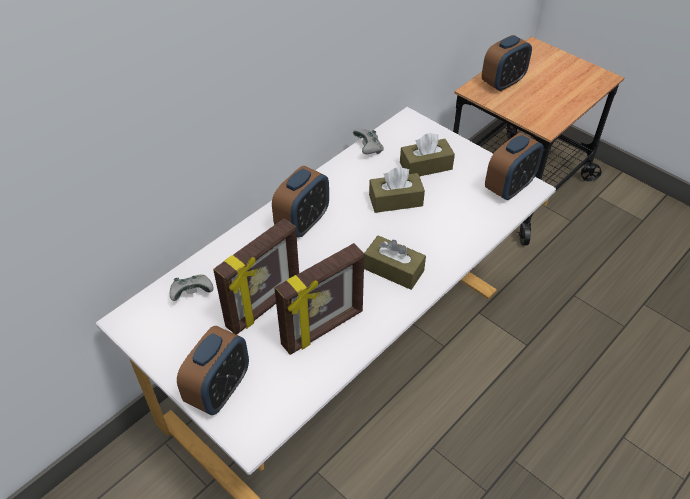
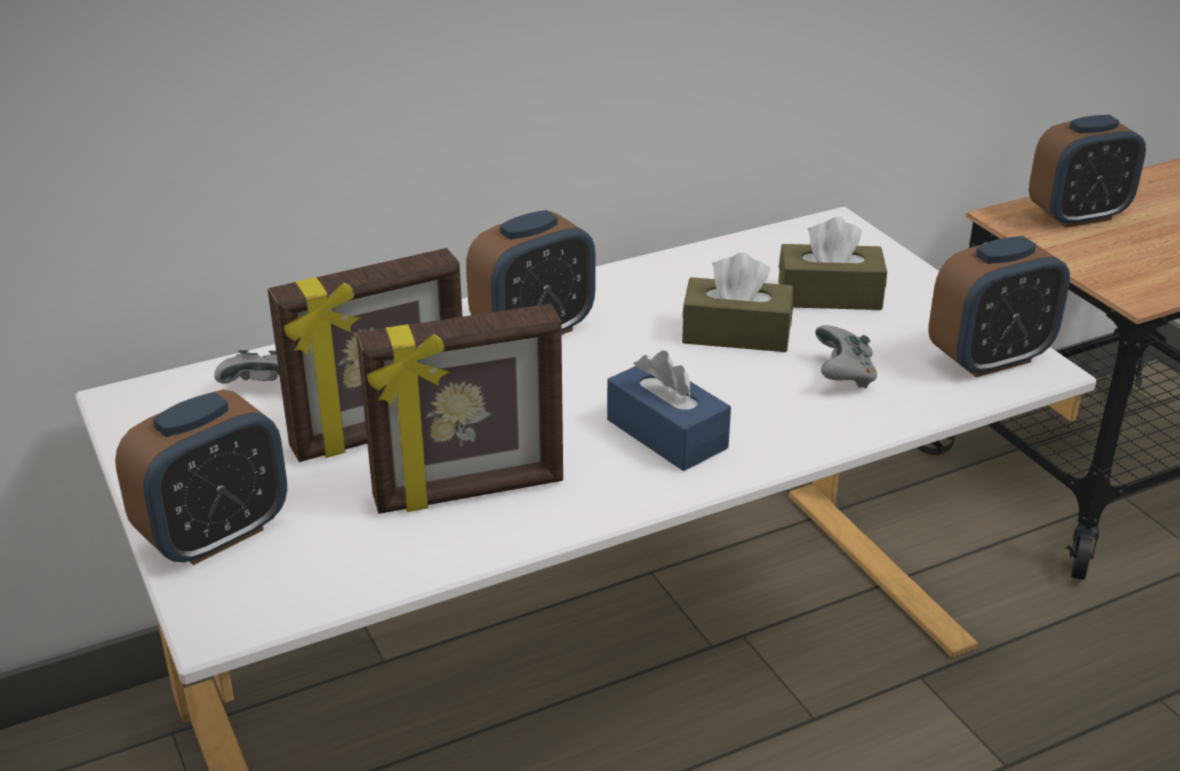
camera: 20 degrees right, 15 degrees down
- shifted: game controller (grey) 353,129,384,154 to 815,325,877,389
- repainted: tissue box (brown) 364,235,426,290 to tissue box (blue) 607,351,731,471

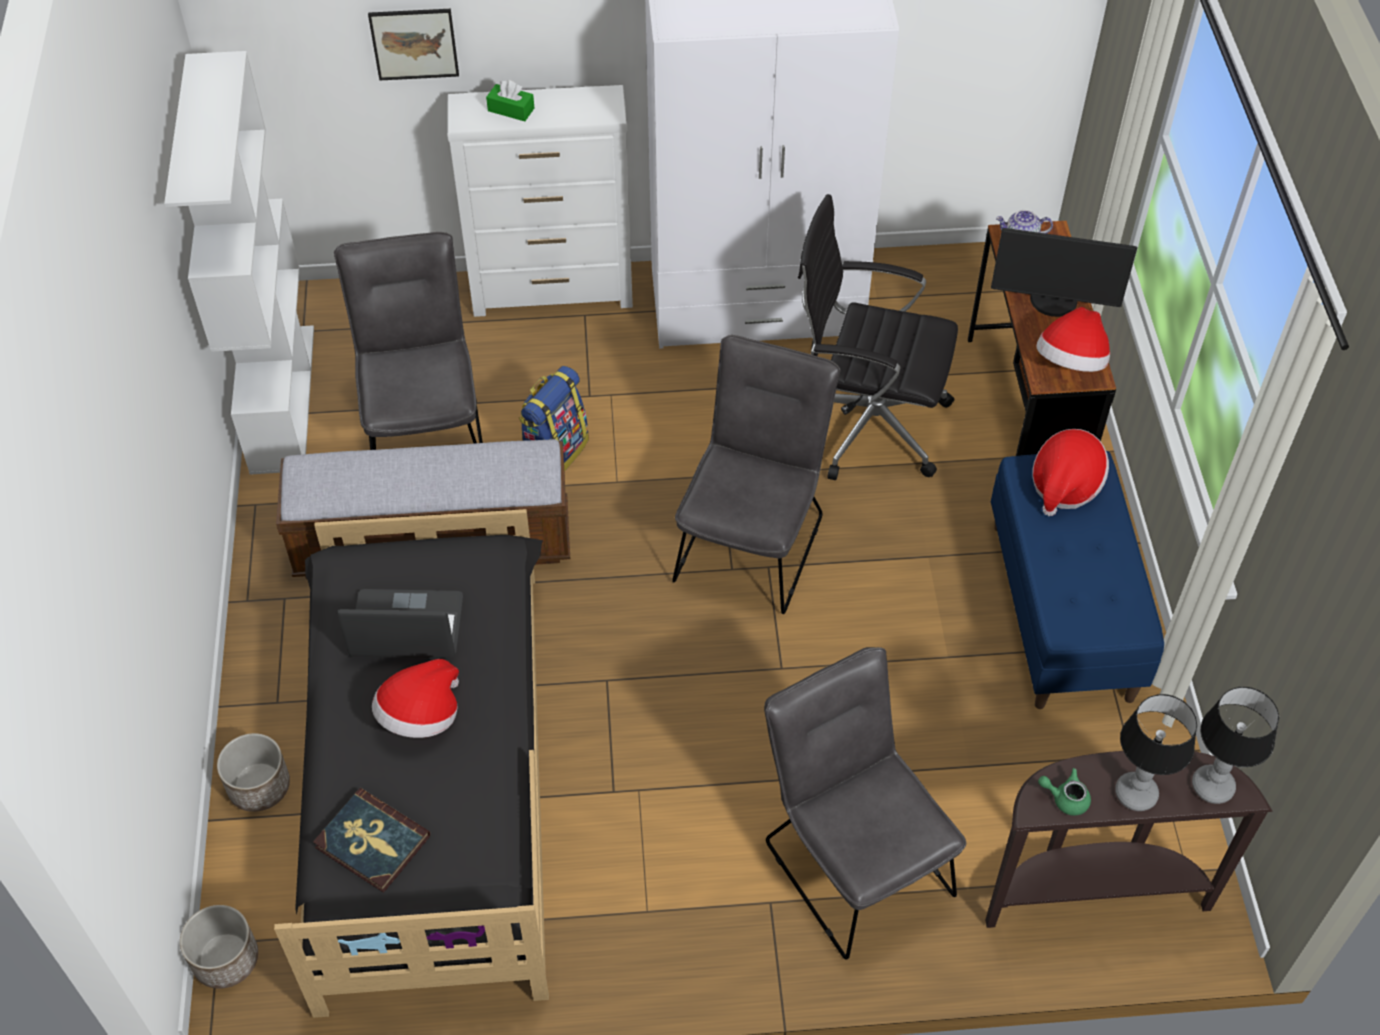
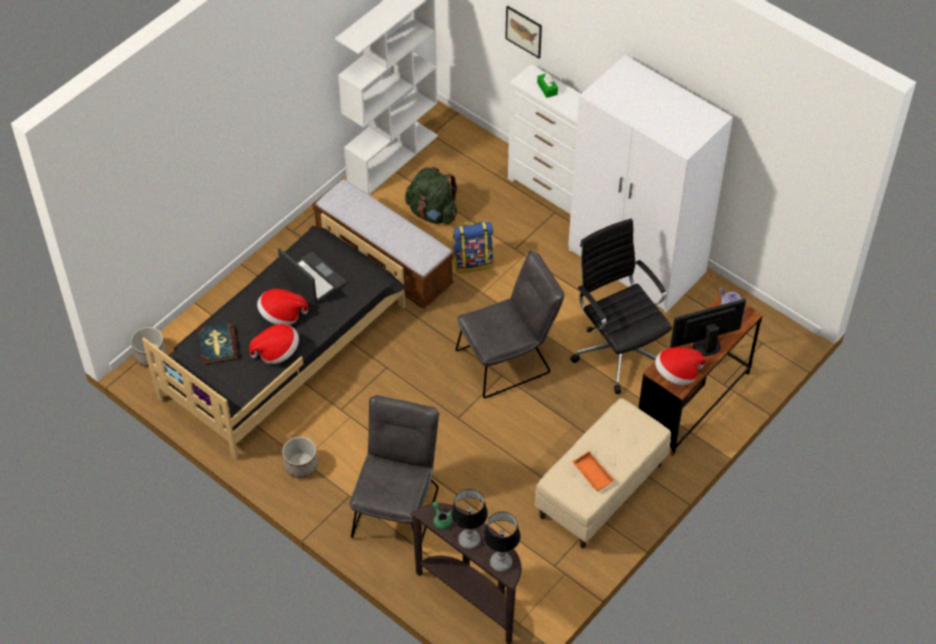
camera: 45 degrees right, 0 degrees up
- new: tray (orange) 572,451,615,491
- shifted: planter 217,733,290,812 to 282,437,318,478
- shifted: hat 1032,429,1109,516 to 249,324,299,364
- swapped: chair (grey) 334,232,483,450 to backpack (green) 405,167,458,224
- repainted: bench (blue) 991,451,1164,709 to bench (beige) 535,398,671,548
- rotated: monitor 991,228,1137,317 = 670,299,746,356 105 degrees clockwise

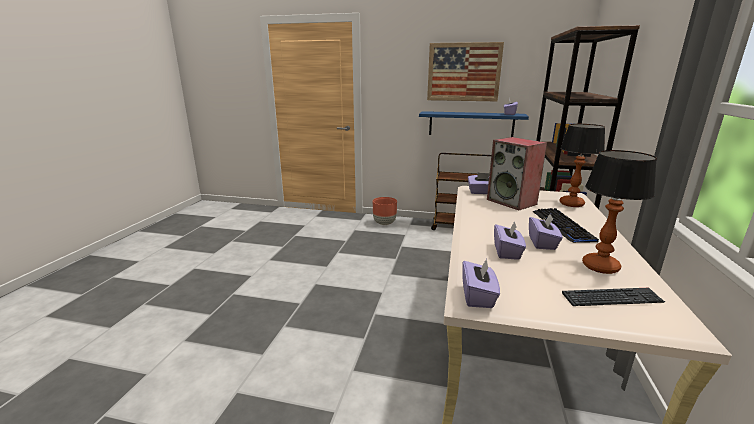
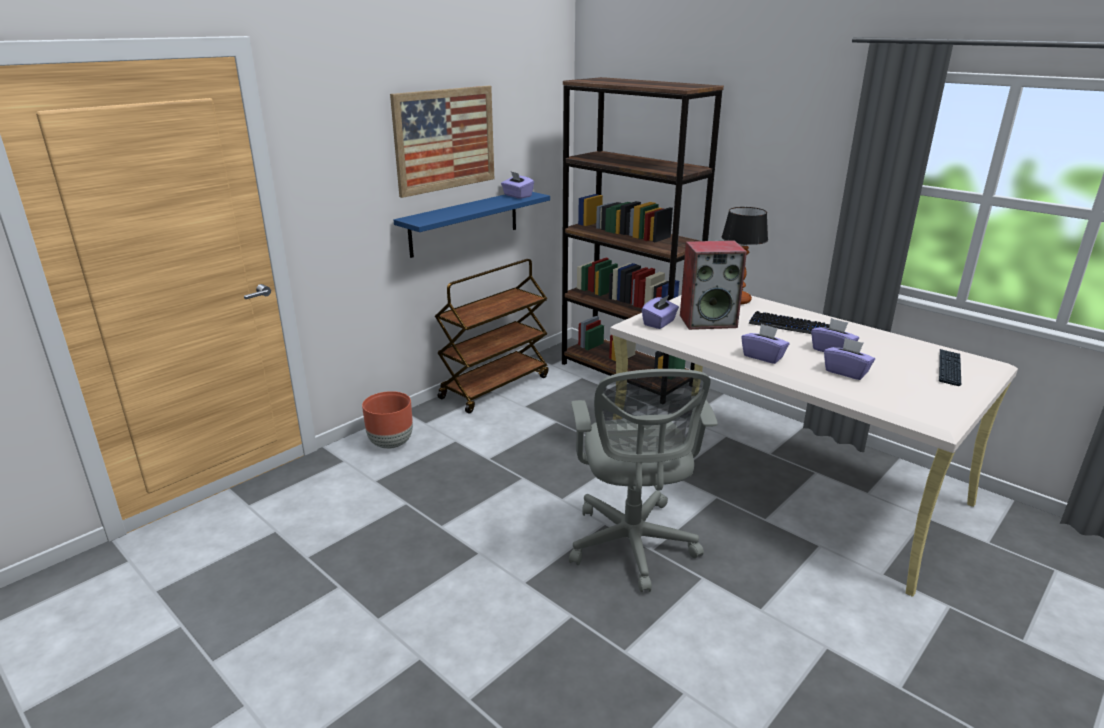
camera: 60 degrees left, 5 degrees up
- gone: table lamp 582,150,657,274
- new: office chair (grey) 569,369,718,592
- shifted: tissue box (purple) 462,258,500,308 to 741,324,789,364

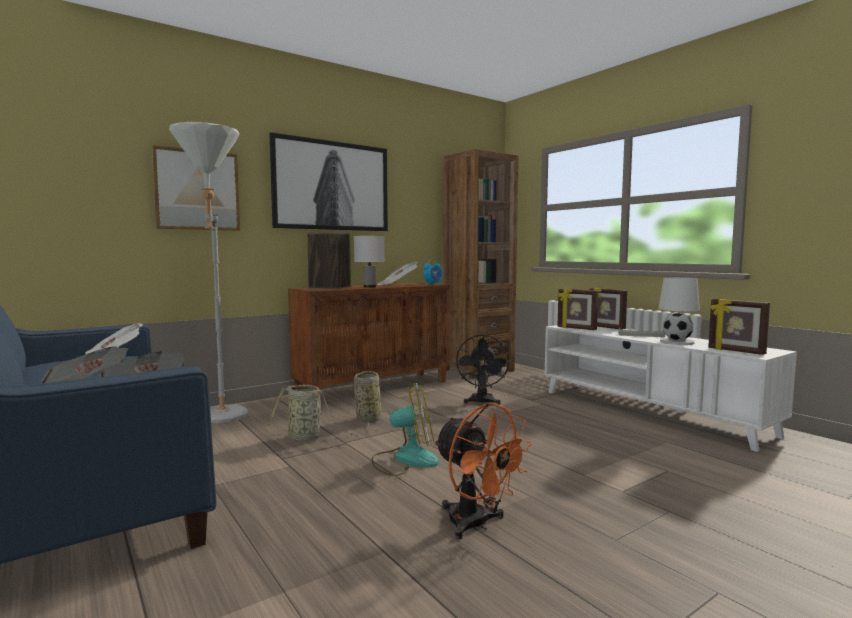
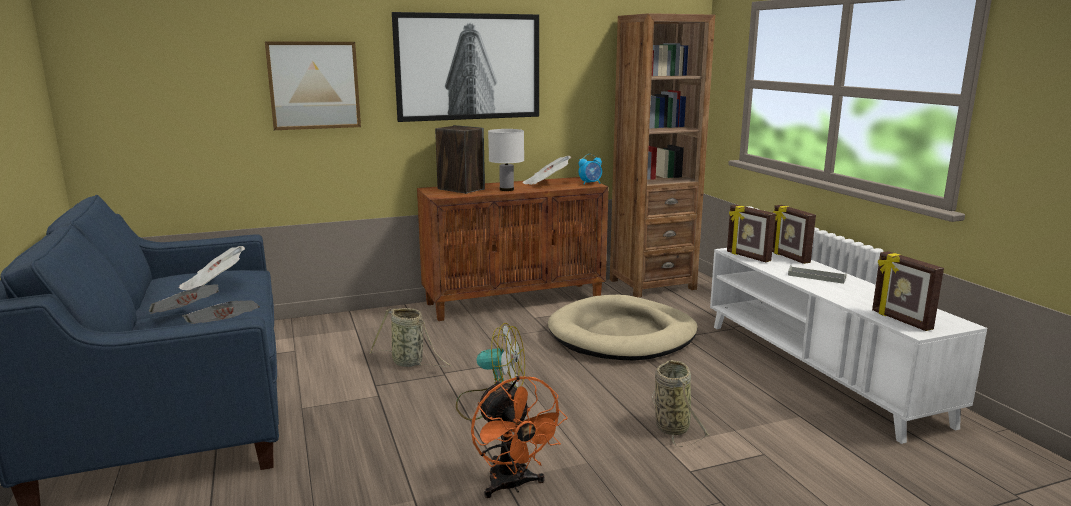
camera: 15 degrees right, 10 degrees up
- gone: floor lamp (grey) 169,122,248,423
- gone: table lamp (white) 658,277,700,345
- shifted: basket 354,371,391,427 to 652,360,710,447
- swapped: fan (black) 456,334,509,405 to dog bed (beige) 548,295,698,361

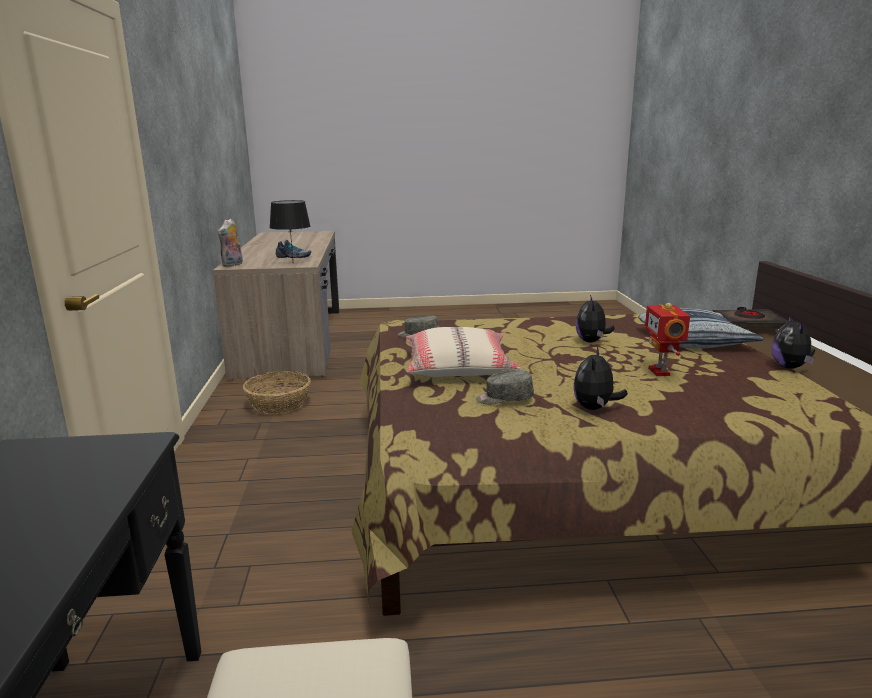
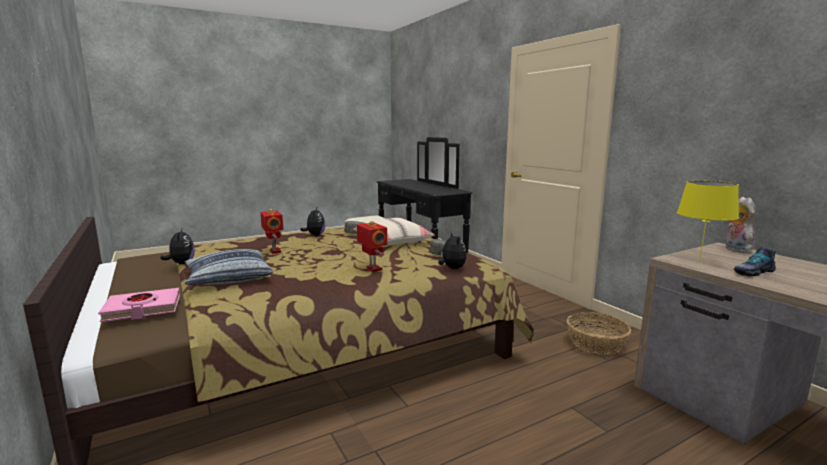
camera: 155 degrees right, 5 degrees down
- new: toy robot 357,221,387,272
- shifted: plush toy 575,295,614,342 to 438,233,467,269
- repainted: table lamp (black) 269,200,310,258 to table lamp (yellow) 677,181,739,260
- repainted: book (black) 713,307,788,329 to book (pink) 98,288,180,322

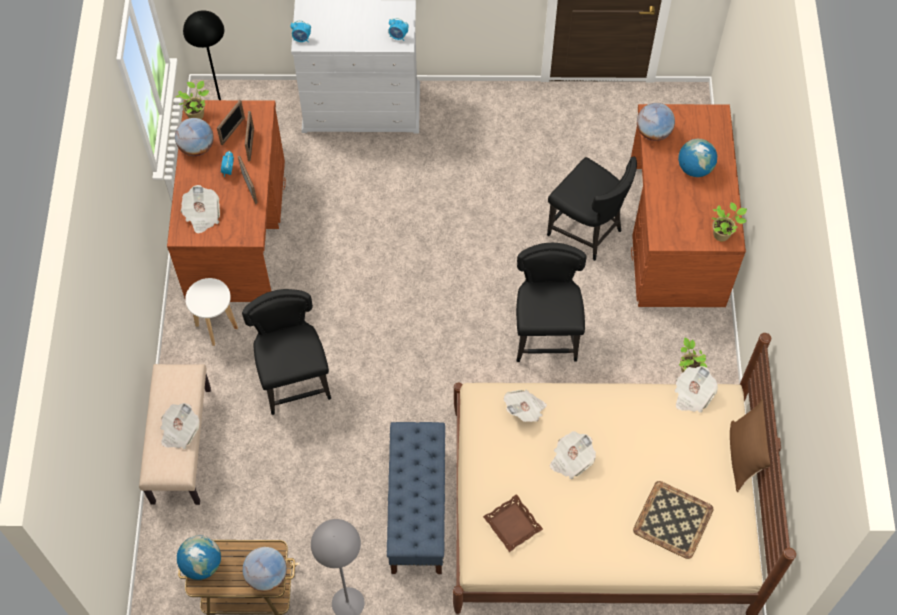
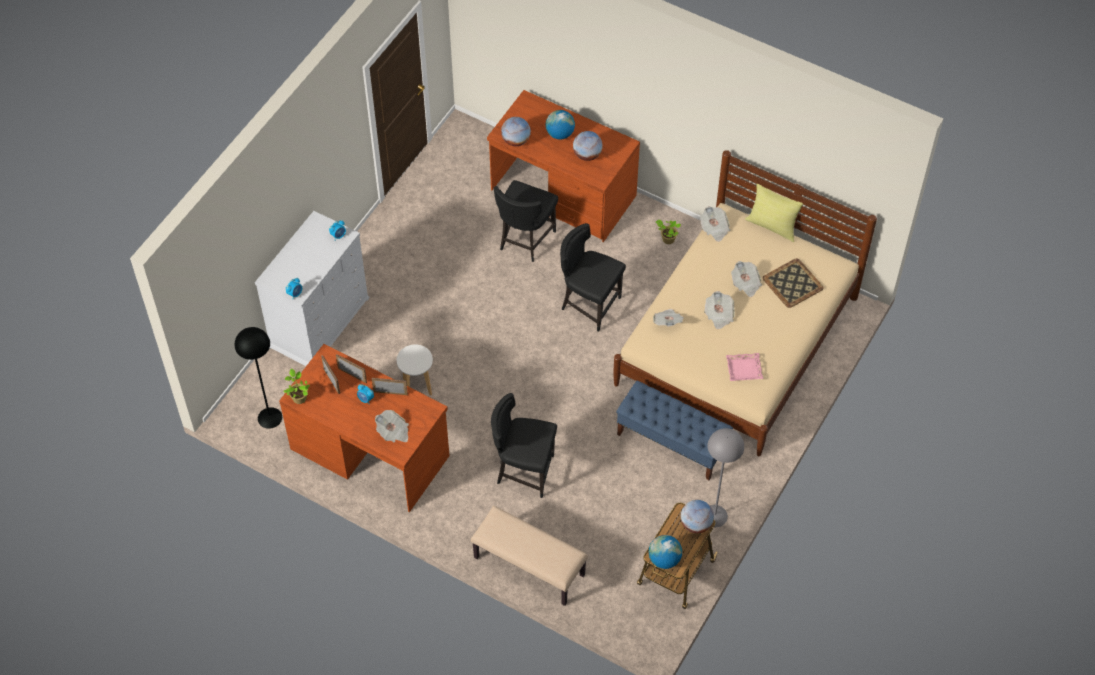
camera: 60 degrees left, 5 degrees down
- gone: potted plant 712,202,747,241
- shifted: newspaper 160,403,200,449 to 731,261,762,297
- shifted: globe 175,118,214,156 to 573,131,603,161
- shifted: stool (white) 185,278,238,346 to 397,344,433,395
- repainted: tray (brown) 483,494,543,552 to tray (pink) 726,353,763,381
- repainted: pillow (brown) 730,399,770,492 to pillow (yellow) 745,184,803,242
- rotated: chair (black) 547,157,637,261 = 494,180,558,262 135 degrees clockwise

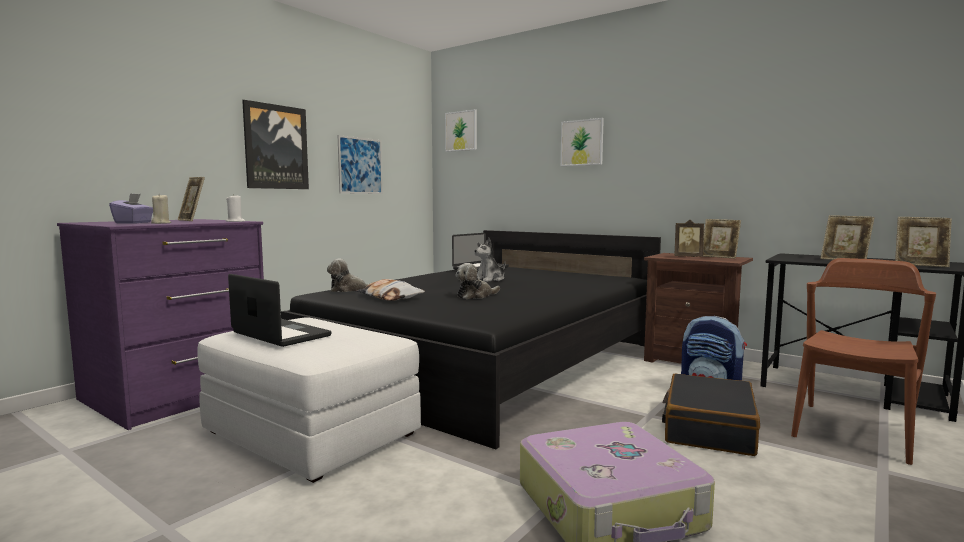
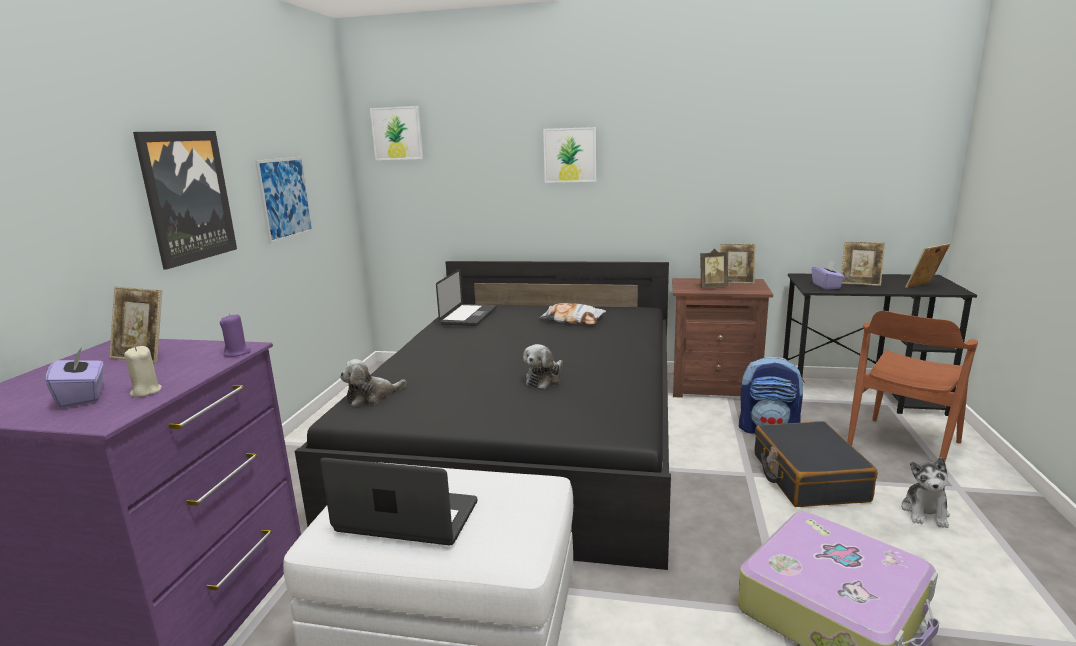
camera: 25 degrees left, 10 degrees up
- new: tissue box (purple) 812,261,845,289
- shifted: pillow 357,279,425,301 to 539,303,606,324
- shifted: plush toy 474,238,506,282 to 901,457,950,528
- repainted: candle (white) 226,194,245,222 to candle (purple) 220,314,250,357
- rotated: chair (brown) 791,258,936,465 = 847,311,978,461 150 degrees counterclockwise
- rotated: picture frame 895,217,952,267 = 905,243,950,288 150 degrees clockwise

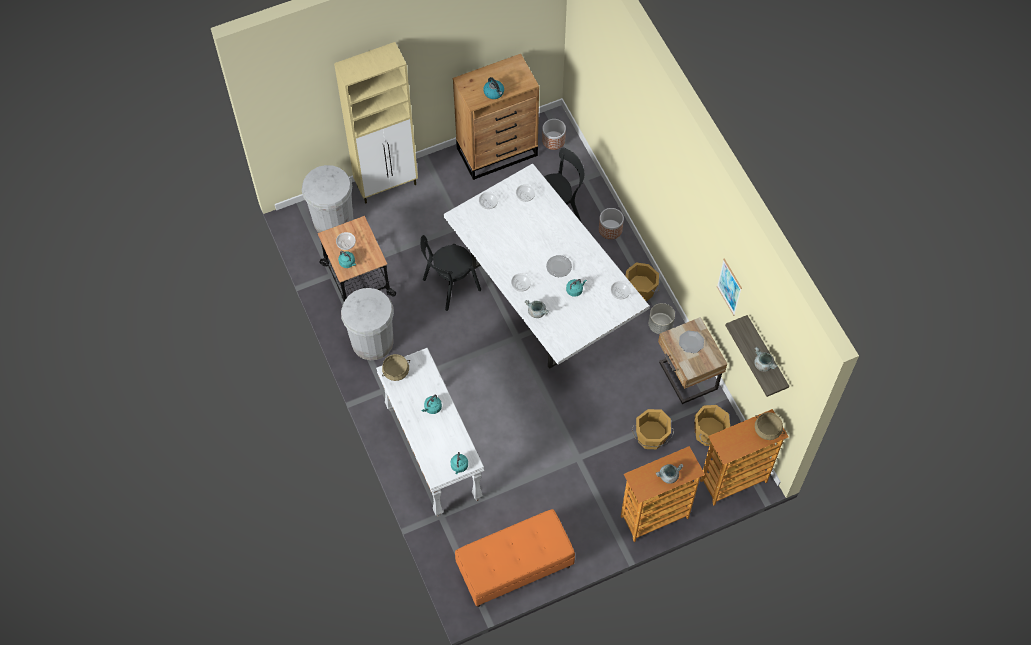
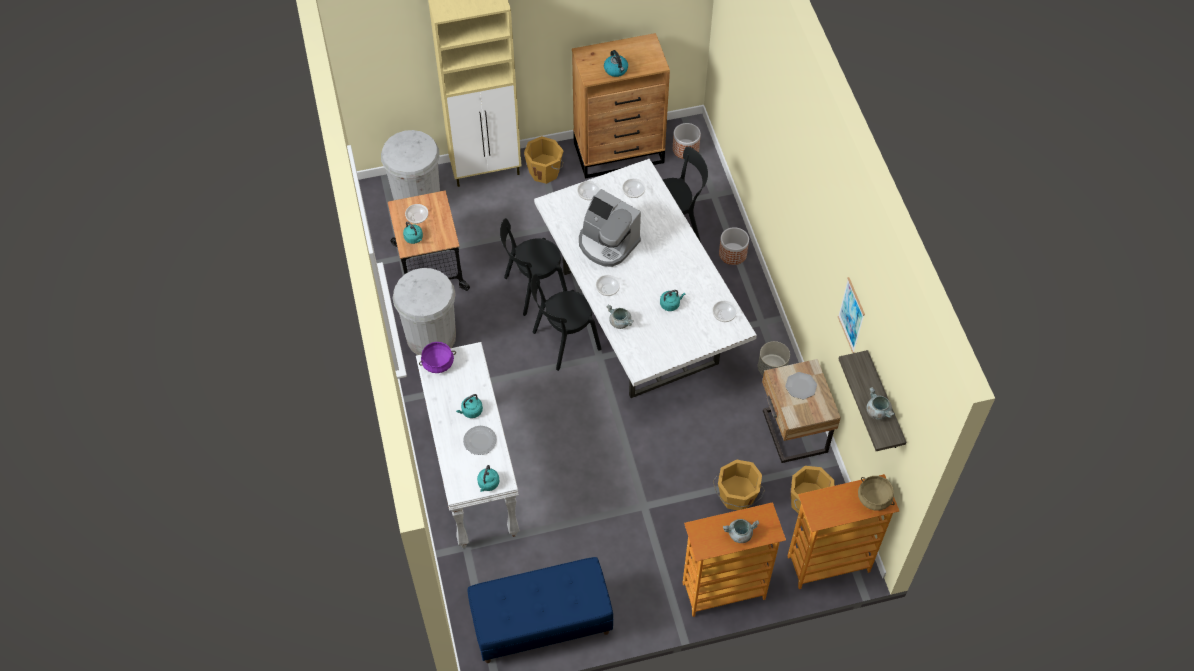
camera: 10 degrees right, 5 degrees down
- new: chair (black) 531,274,601,371
- new: coffee machine 579,189,641,267
- shifted: plate 546,255,572,277 to 463,426,497,455
- shifted: bucket (orange) 626,262,660,302 to 524,136,564,184
- repainted: cooking pot (beige) 382,354,410,381 to cooking pot (purple) 419,342,456,373
- repainted: bench (orange) 455,509,575,607 to bench (blue) 468,557,613,663

